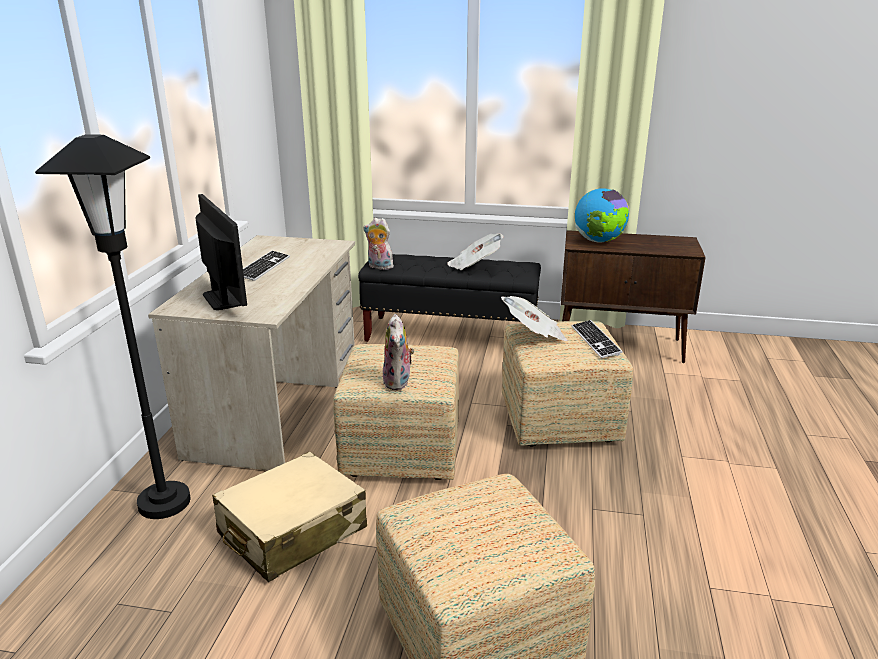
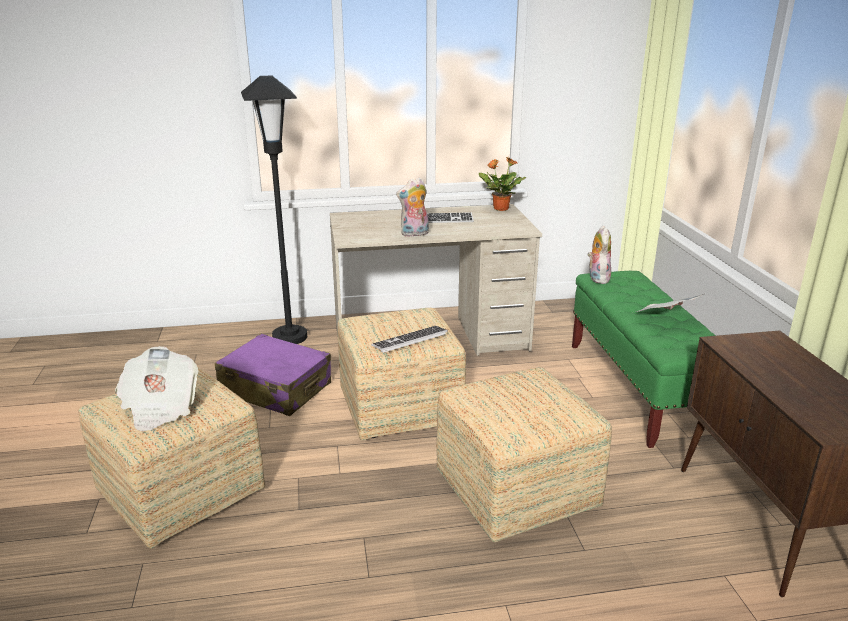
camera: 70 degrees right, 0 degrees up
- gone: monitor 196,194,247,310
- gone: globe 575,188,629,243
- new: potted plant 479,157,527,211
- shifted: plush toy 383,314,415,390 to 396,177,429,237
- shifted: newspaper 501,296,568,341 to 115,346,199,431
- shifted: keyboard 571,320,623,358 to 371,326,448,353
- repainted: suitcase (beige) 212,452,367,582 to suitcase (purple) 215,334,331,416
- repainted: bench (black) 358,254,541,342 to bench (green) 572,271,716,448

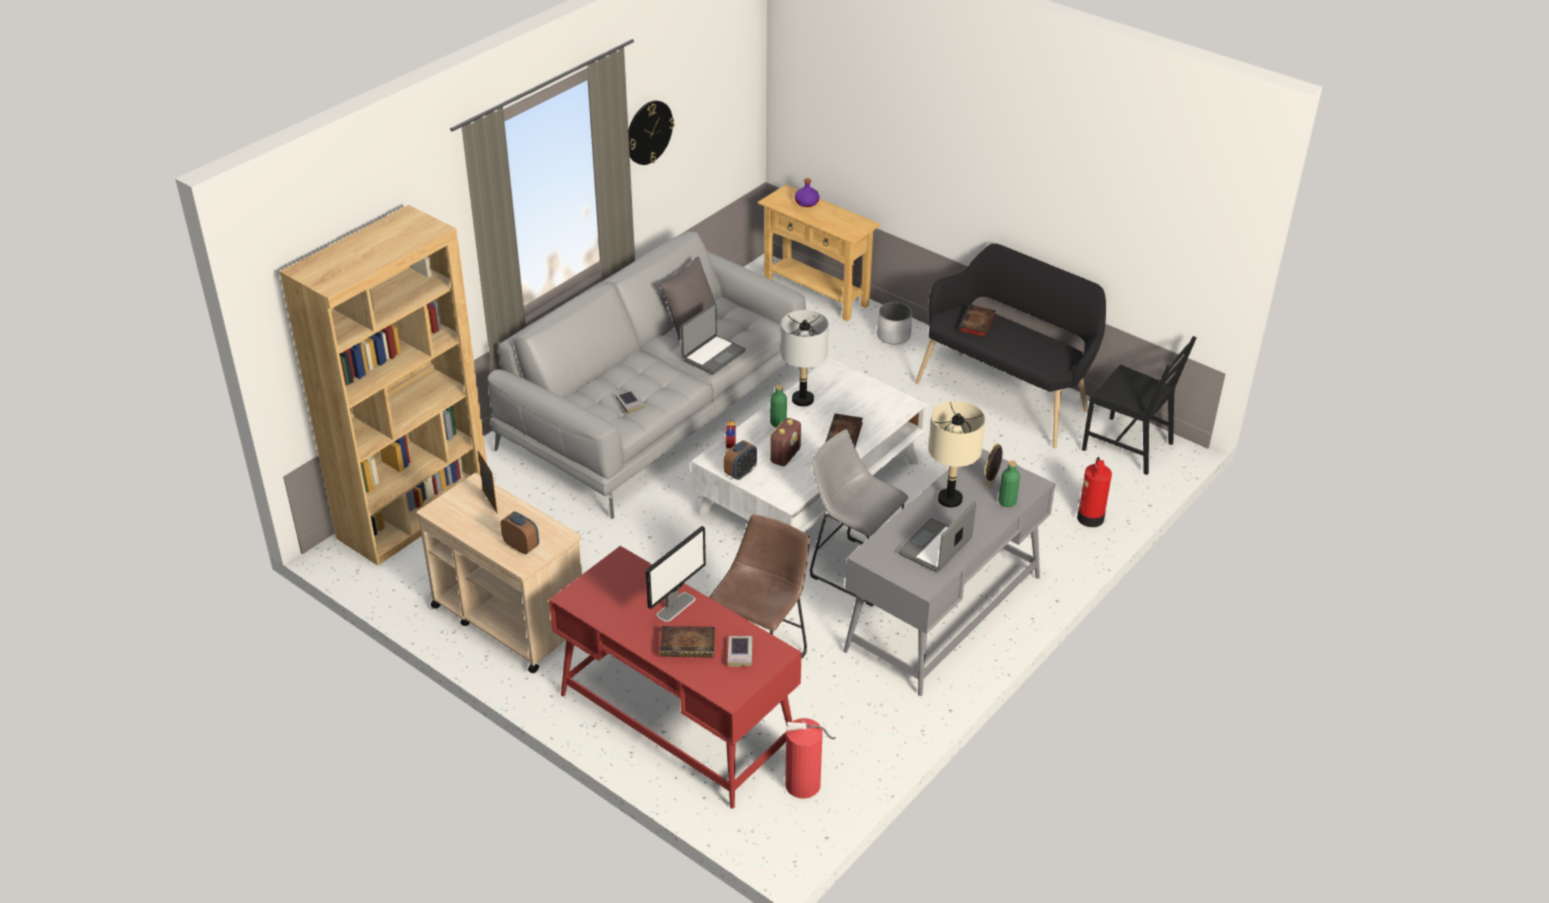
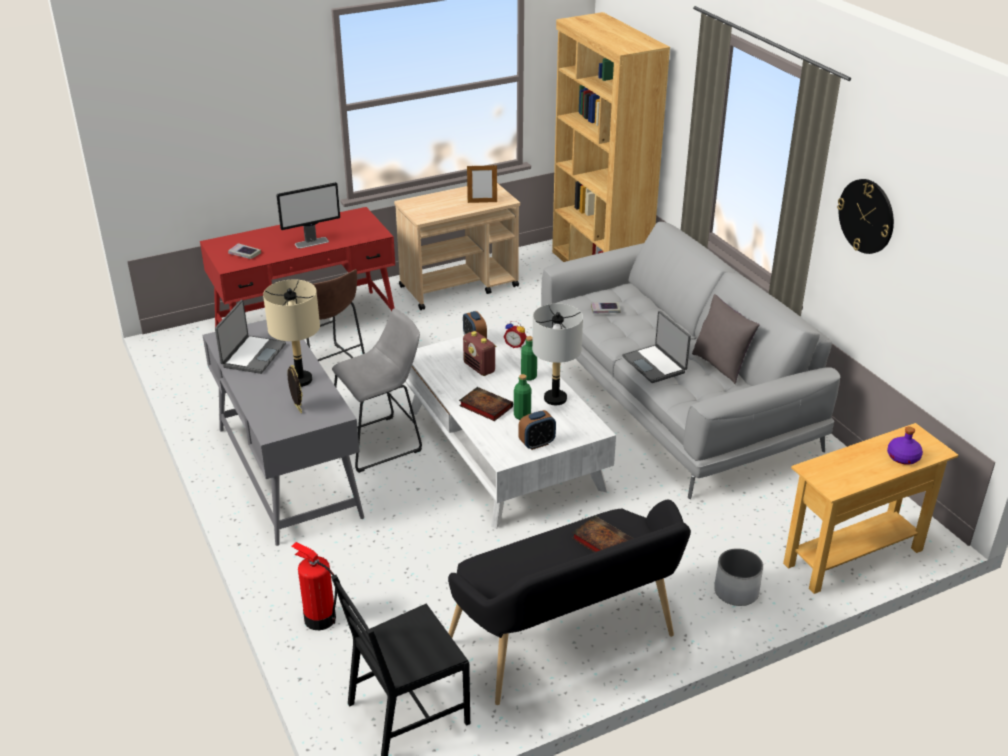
camera: 115 degrees right, 5 degrees down
- gone: book 660,626,715,657
- gone: fire extinguisher 785,718,836,799
- shifted: alarm clock 500,512,539,554 to 518,410,556,450
- shifted: bottle (green) 999,461,1020,507 to 514,374,531,420
- rotated: monitor 646,526,706,622 = 276,182,340,248 90 degrees counterclockwise
- rotated: laptop 898,502,976,573 = 215,300,286,374 45 degrees clockwise

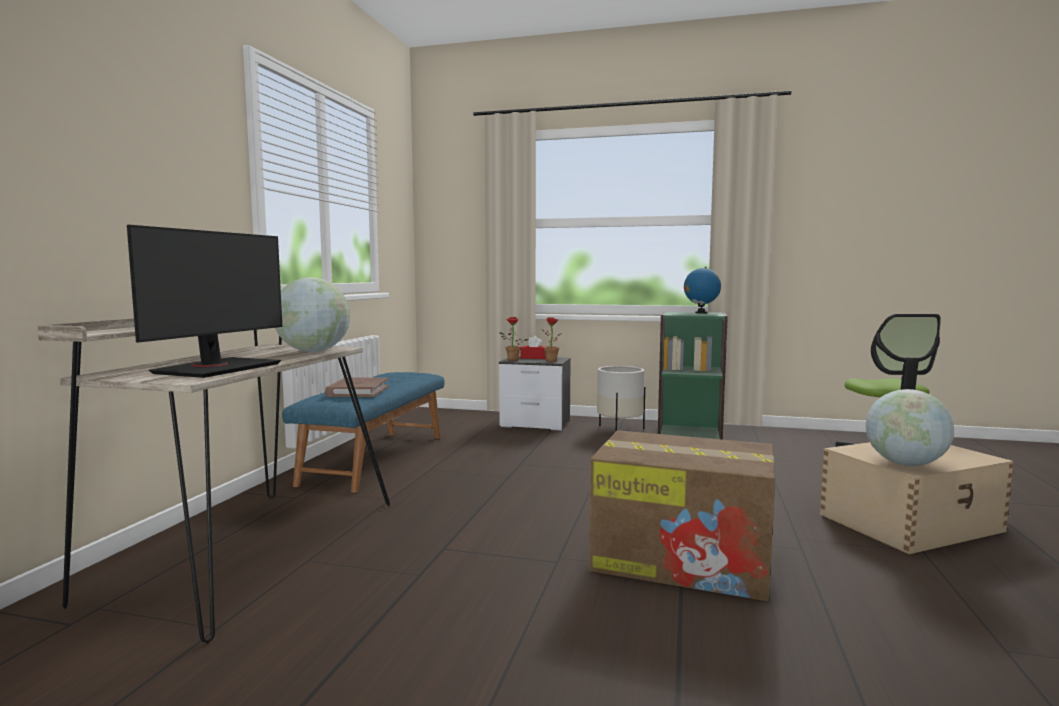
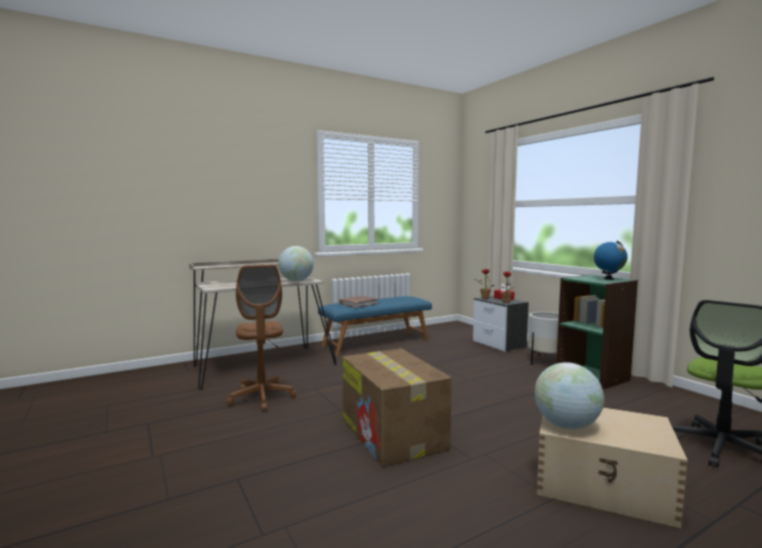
camera: 45 degrees right, 0 degrees up
- gone: monitor 127,225,282,378
- new: office chair (brown) 227,265,297,412

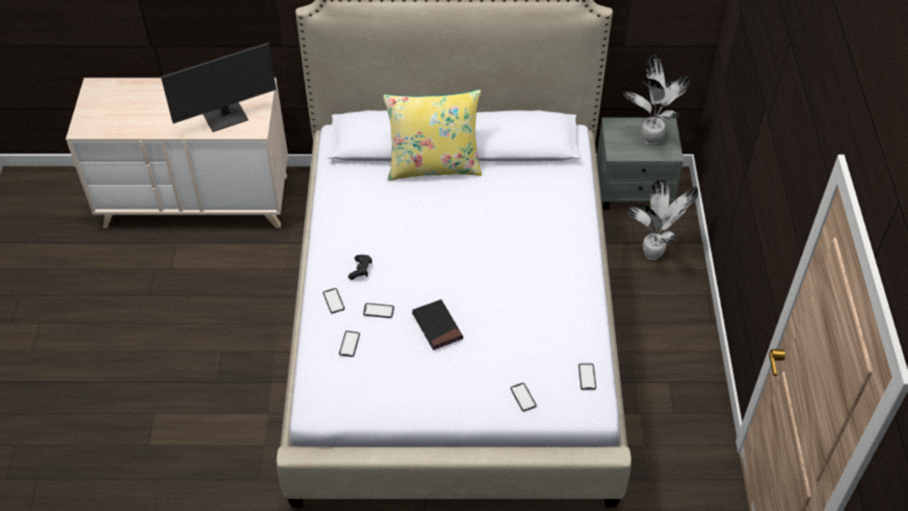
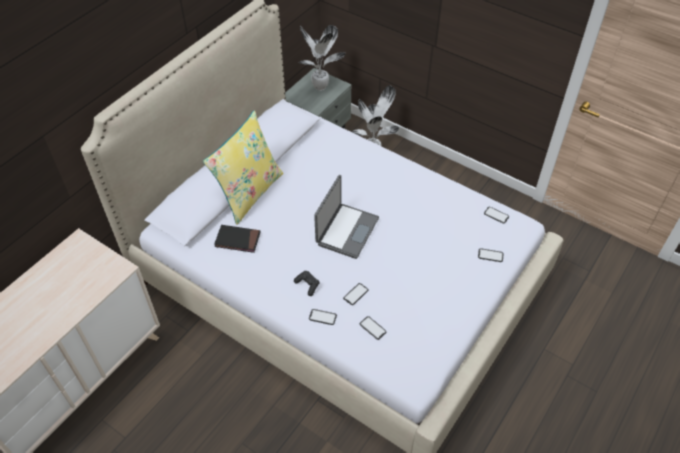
camera: 55 degrees left, 0 degrees up
- gone: monitor 161,43,276,132
- new: laptop 314,175,379,259
- shifted: book (black) 412,300,463,350 to 214,225,260,253

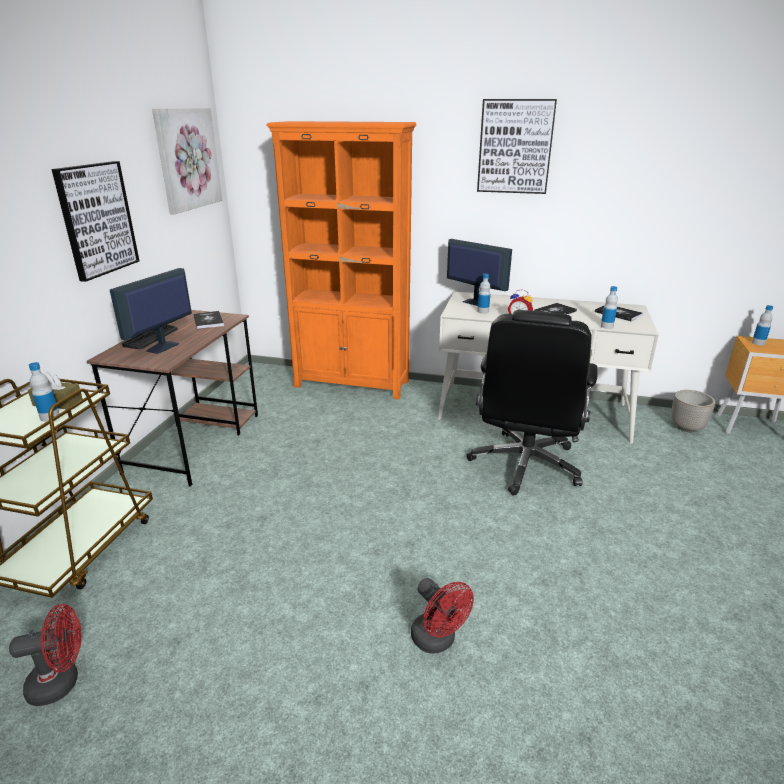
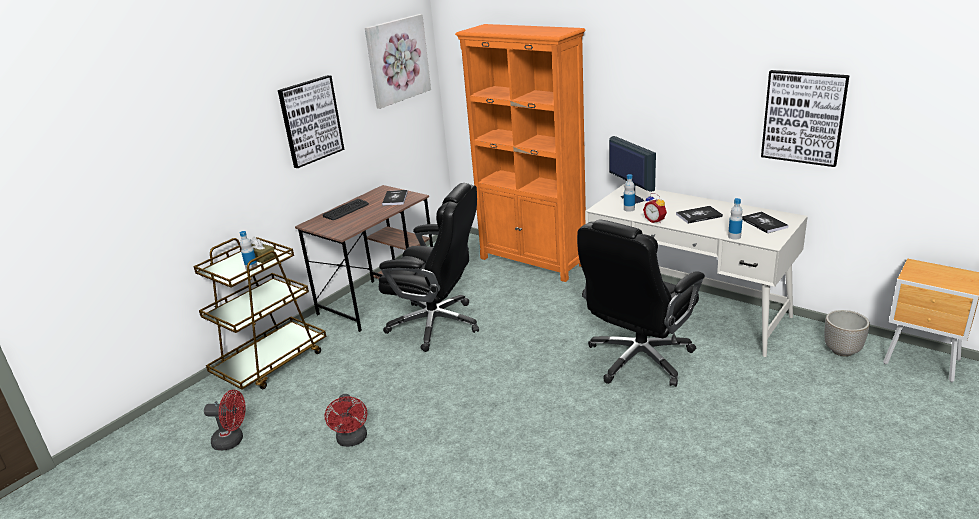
camera: 25 degrees right, 0 degrees up
- gone: monitor 110,268,192,354
- gone: bottle 752,305,773,345
- new: office chair (black) 378,183,479,352
- shifted: fan (red) 411,578,474,653 to 325,394,367,447
- shifted: picture 477,99,557,194 to 761,70,850,167

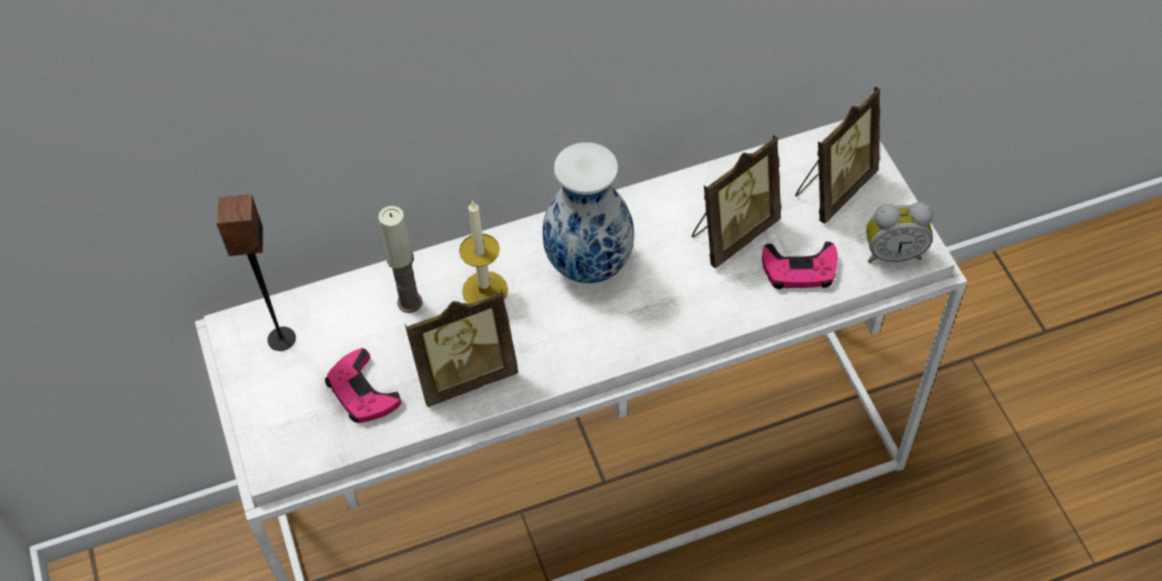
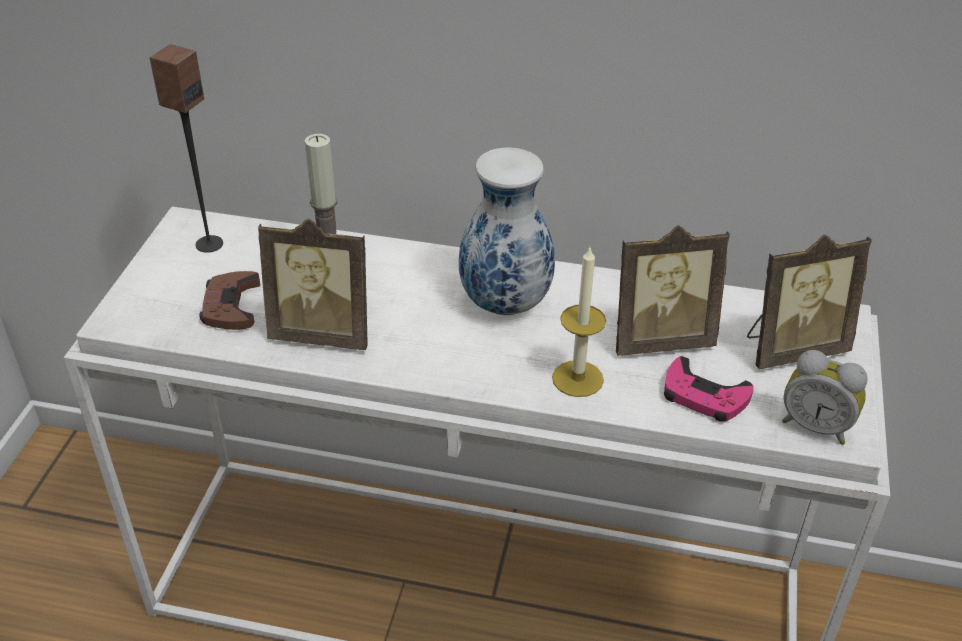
camera: 30 degrees right, 15 degrees down
- shifted: candle 459,200,508,304 to 552,247,606,397
- repainted: game controller (pink) 325,348,401,423 to game controller (brown) 199,271,260,330

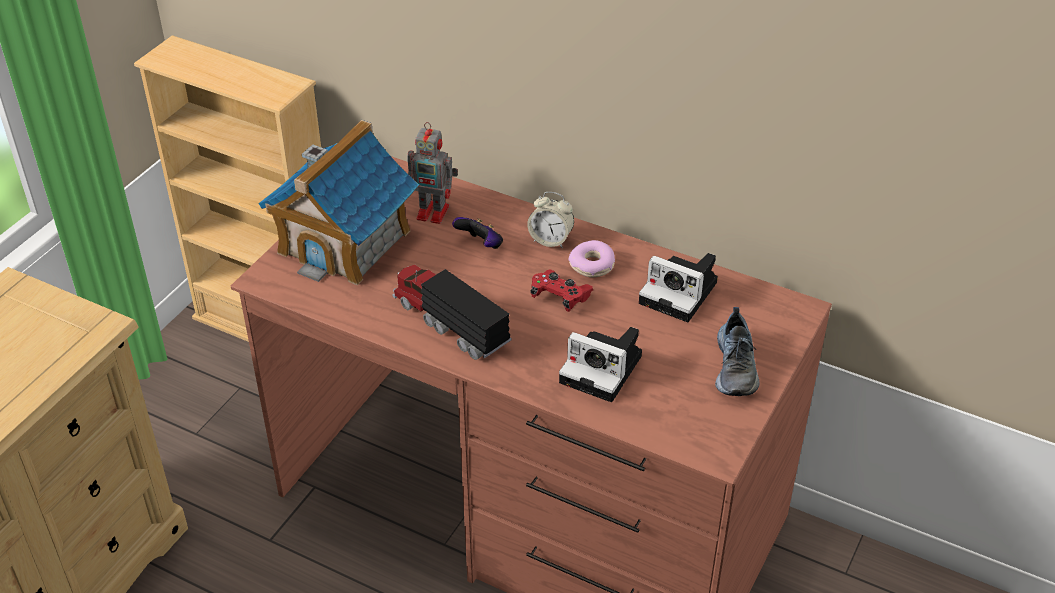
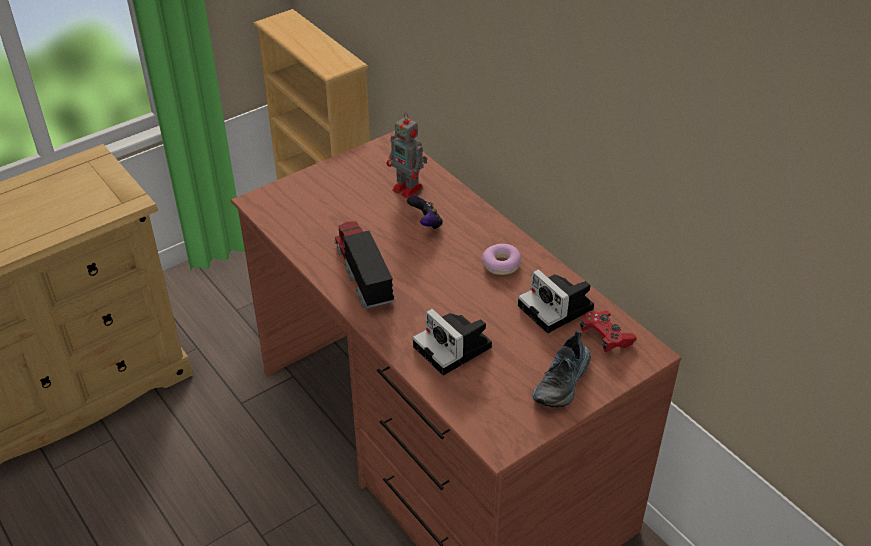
camera: 25 degrees right, 0 degrees up
- gone: toy house 258,120,419,285
- gone: alarm clock 527,192,574,248
- shifted: game controller (red) 530,269,593,312 to 580,311,637,352

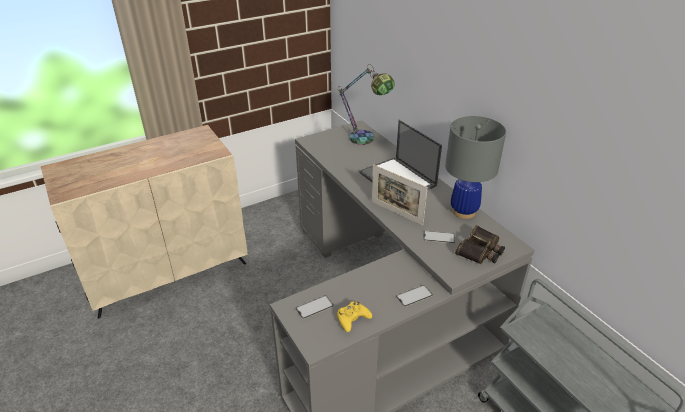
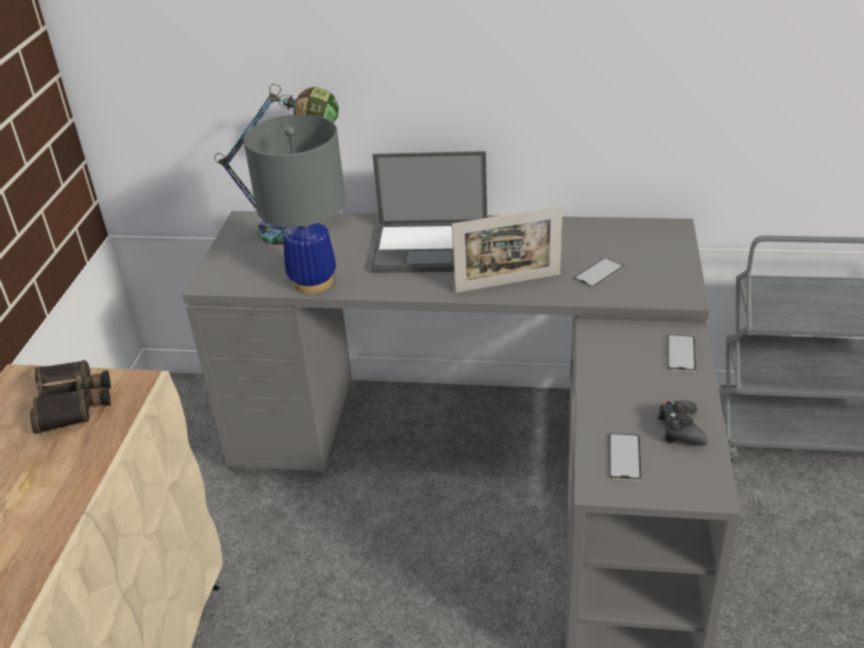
camera: 50 degrees left, 0 degrees up
- shifted: table lamp (grey) 445,116,506,219 to 243,114,346,294
- shifted: binoculars 455,225,505,264 to 30,360,111,434
- repainted: game controller (yellow) 337,301,372,332 to game controller (black) 657,400,708,446

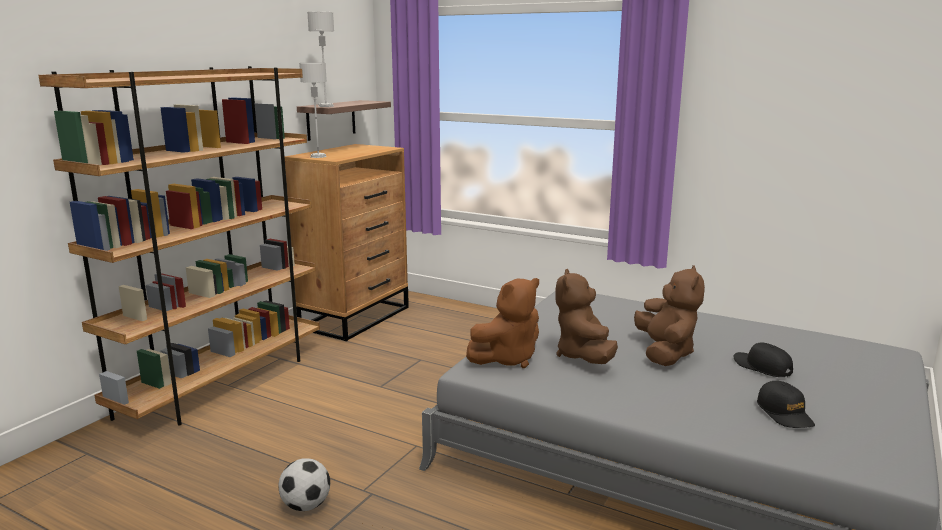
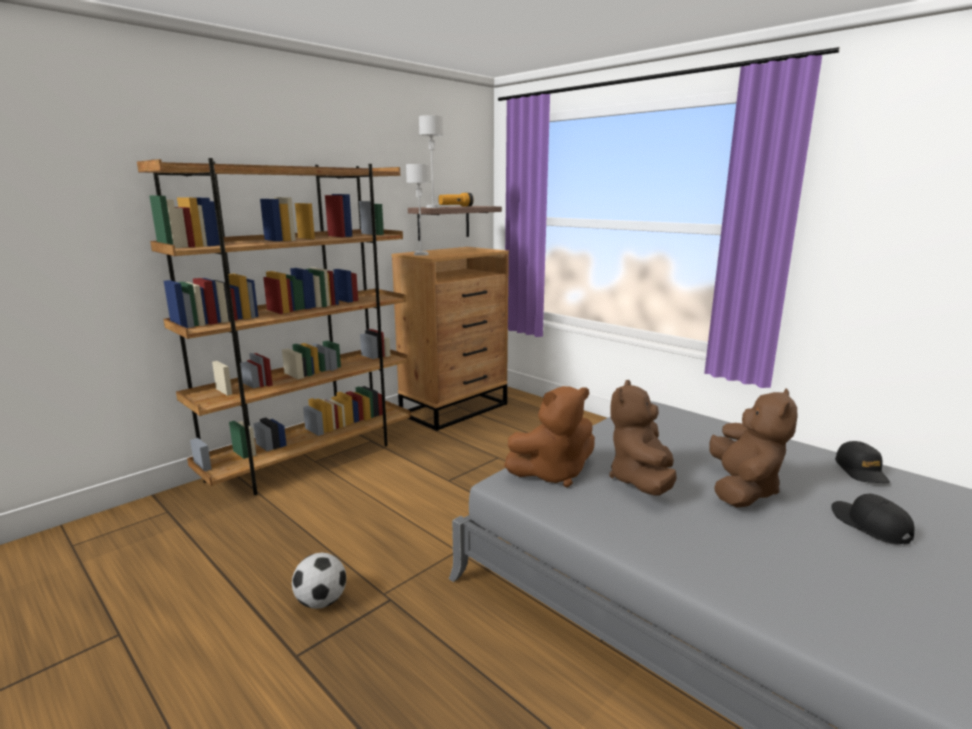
camera: 15 degrees right, 0 degrees up
- new: flashlight 438,193,474,207
- shifted: cap (black) 757,381,815,428 to 835,441,890,483

